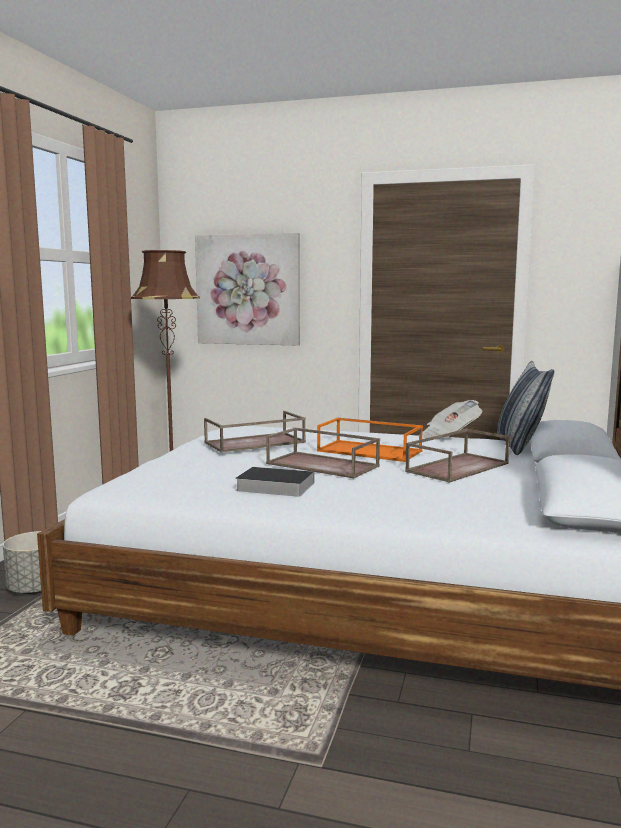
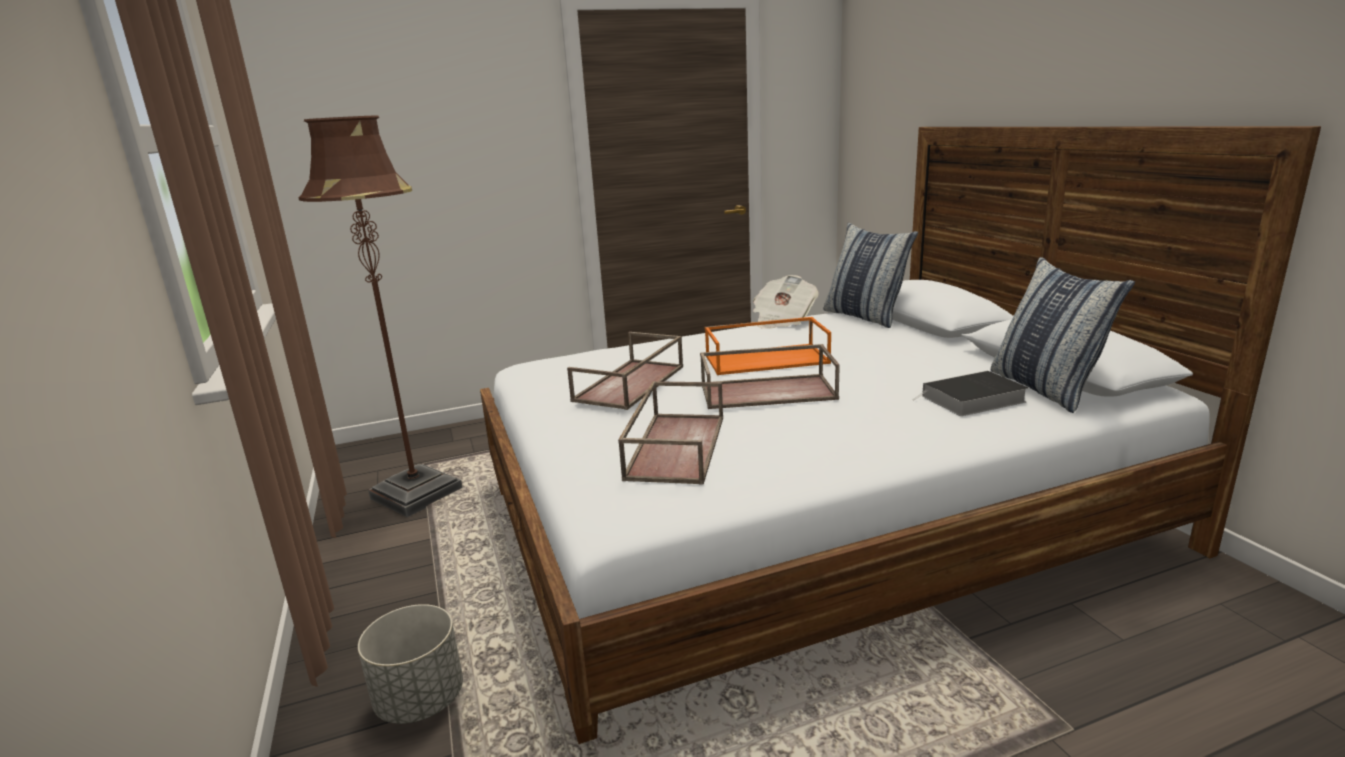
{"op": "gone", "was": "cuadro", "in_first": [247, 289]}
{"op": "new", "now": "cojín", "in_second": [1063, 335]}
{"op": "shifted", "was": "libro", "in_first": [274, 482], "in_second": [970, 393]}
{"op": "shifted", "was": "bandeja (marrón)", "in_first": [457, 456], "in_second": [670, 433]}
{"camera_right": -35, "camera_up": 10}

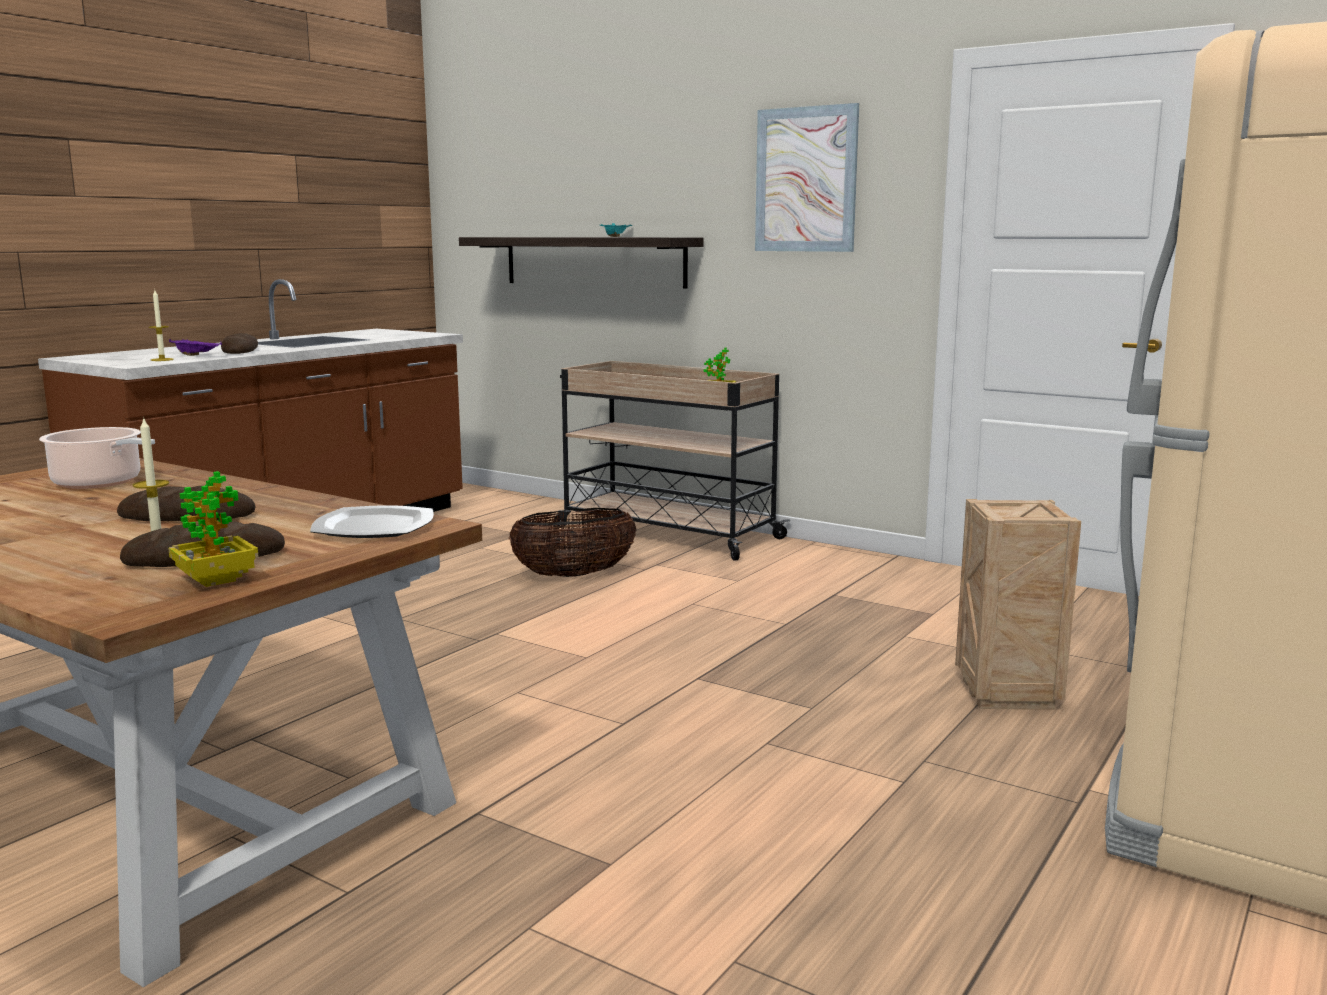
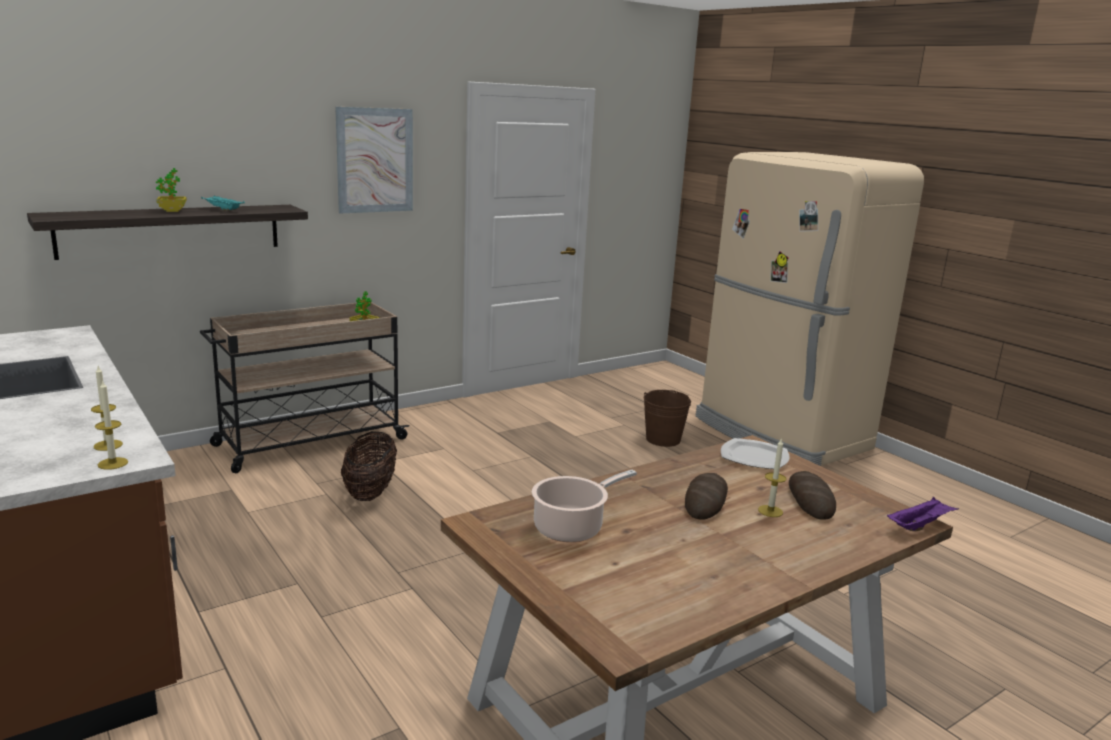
{"op": "gone", "was": "pan", "in_first": [239, 343]}
{"op": "new", "now": "vela", "in_second": [111, 425]}
{"op": "shifted", "was": "planta en maceta", "in_first": [213, 529], "in_second": [171, 190]}
{"op": "shifted", "was": "bandeja (morado)", "in_first": [195, 347], "in_second": [923, 514]}
{"op": "swapped", "was": "caja de embalaje", "now": "cubo (marrón)", "in_first": [1018, 604], "in_second": [667, 418]}
{"camera_right": -70, "camera_up": 5}

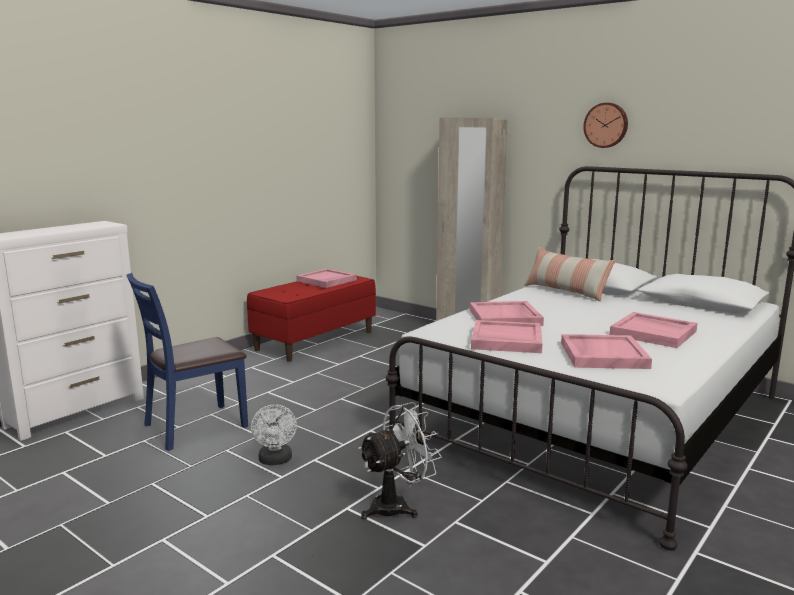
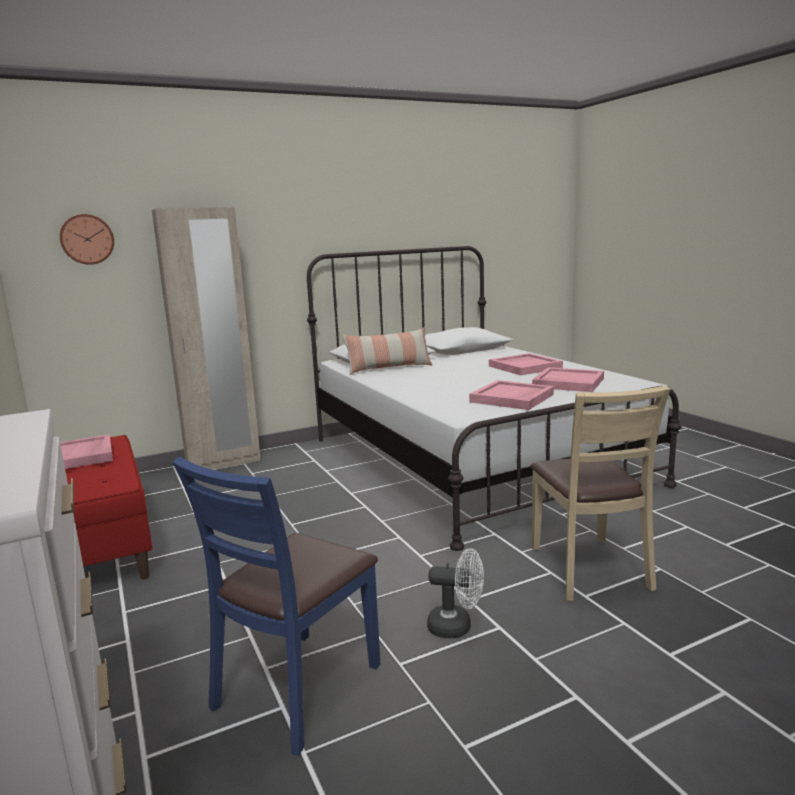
{"op": "gone", "was": "bandeja (rosa)", "in_first": [507, 313]}
{"op": "shifted", "was": "reloj de pared", "in_first": [605, 125], "in_second": [87, 239]}
{"op": "swapped", "was": "ventilador (blanco)", "now": "silla (beis)", "in_first": [400, 460], "in_second": [601, 493]}
{"op": "rotated", "was": "silla (azul)", "in_first": [187, 362], "in_second": [276, 606], "clockwise": 45}
{"camera_right": -65, "camera_up": 0}

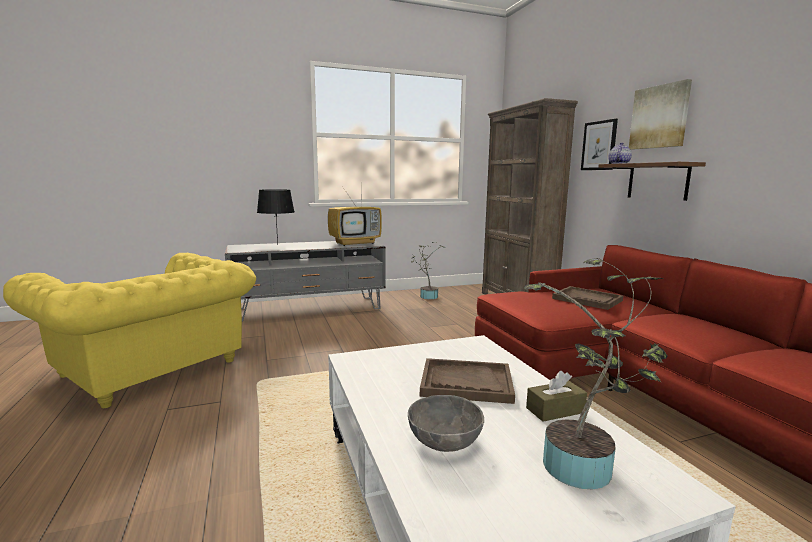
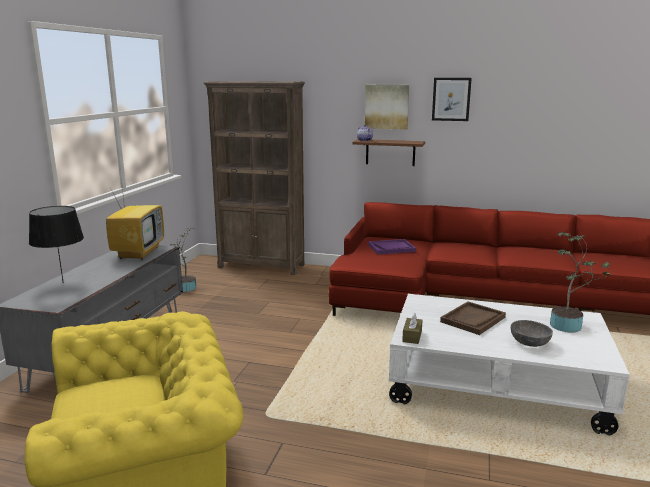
{"op": "shifted", "was": "caja de pañuelos (marrón)", "in_first": [556, 396], "in_second": [412, 328]}
{"op": "shifted", "was": "cuadro", "in_first": [599, 144], "in_second": [452, 99]}
{"op": "repainted", "was": "bandeja (marrón)", "now": "bandeja (morado)", "in_first": [587, 298], "in_second": [392, 247]}
{"camera_right": -55, "camera_up": 5}

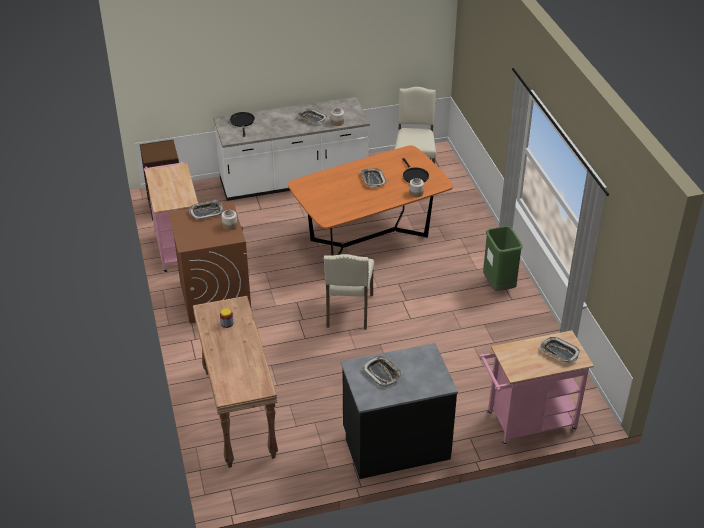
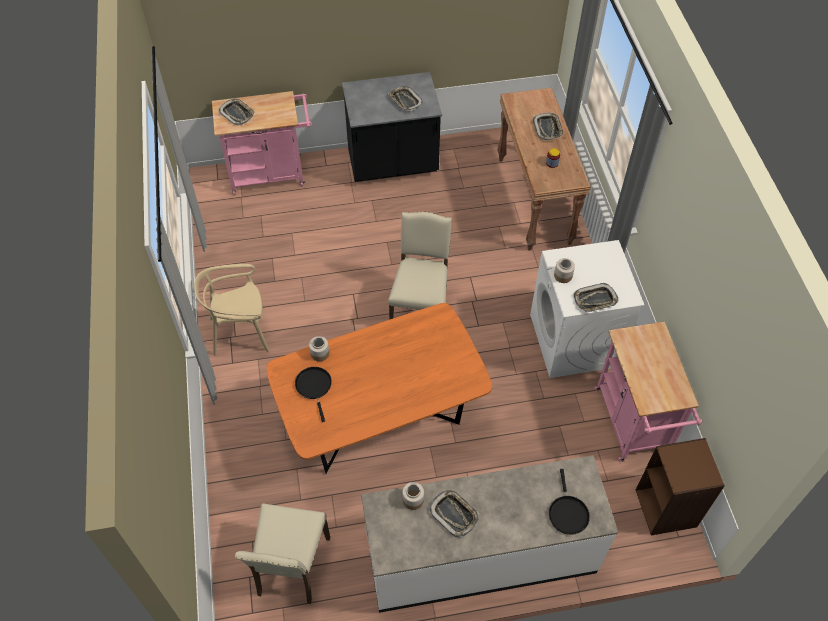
{"op": "shifted", "was": "bandeja", "in_first": [373, 177], "in_second": [548, 126]}
{"op": "swapped", "was": "papelera (verde)", "now": "silla (beis)", "in_first": [503, 258], "in_second": [232, 309]}
{"op": "repainted", "was": "lavadora (marrón)", "now": "lavadora (blanco)", "in_first": [210, 262], "in_second": [587, 309]}
{"camera_right": -175, "camera_up": 15}

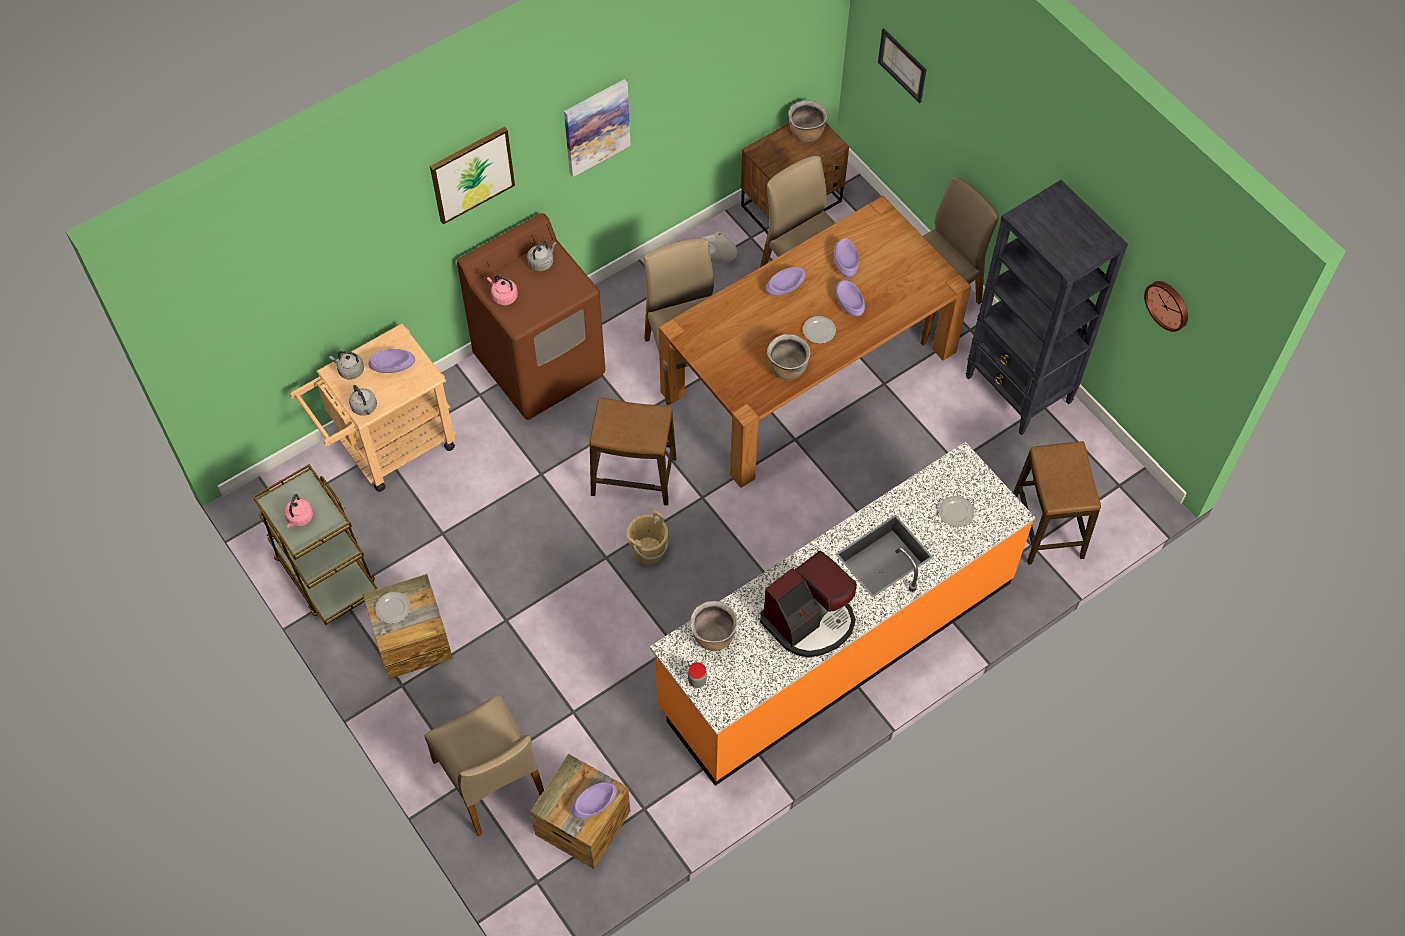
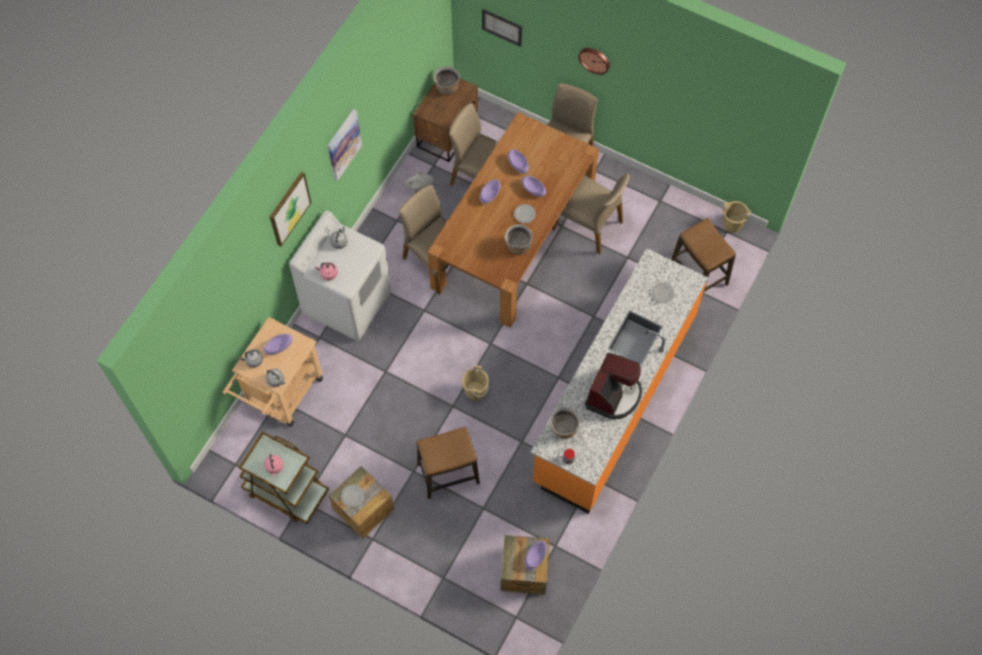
{"op": "gone", "was": "estantería (negro)", "in_first": [1046, 307]}
{"op": "new", "now": "cubo (beis)", "in_second": [737, 217]}
{"op": "shifted", "was": "silla (beis)", "in_first": [484, 765], "in_second": [591, 214]}
{"op": "shifted", "was": "taburete", "in_first": [633, 452], "in_second": [448, 463]}
{"op": "shifted", "was": "reloj de pared", "in_first": [1166, 306], "in_second": [594, 61]}
{"op": "repainted", "was": "lavadora (marrón)", "now": "lavadora (blanco)", "in_first": [531, 316], "in_second": [340, 276]}
{"camera_right": -25, "camera_up": 5}

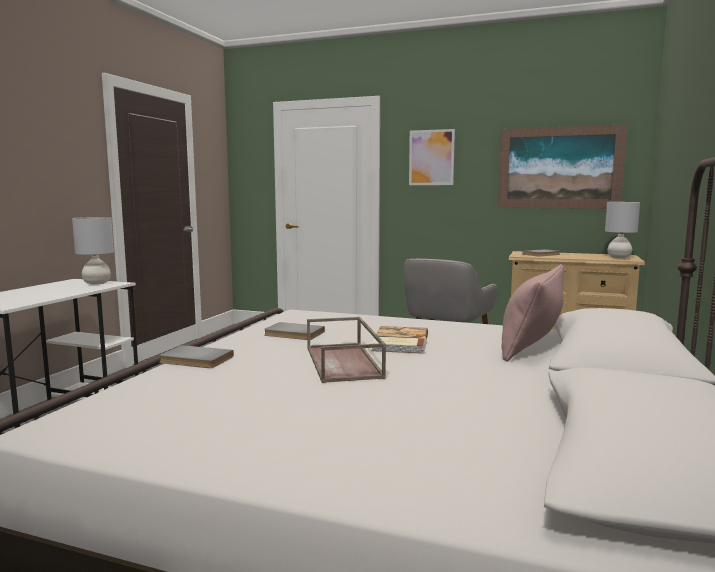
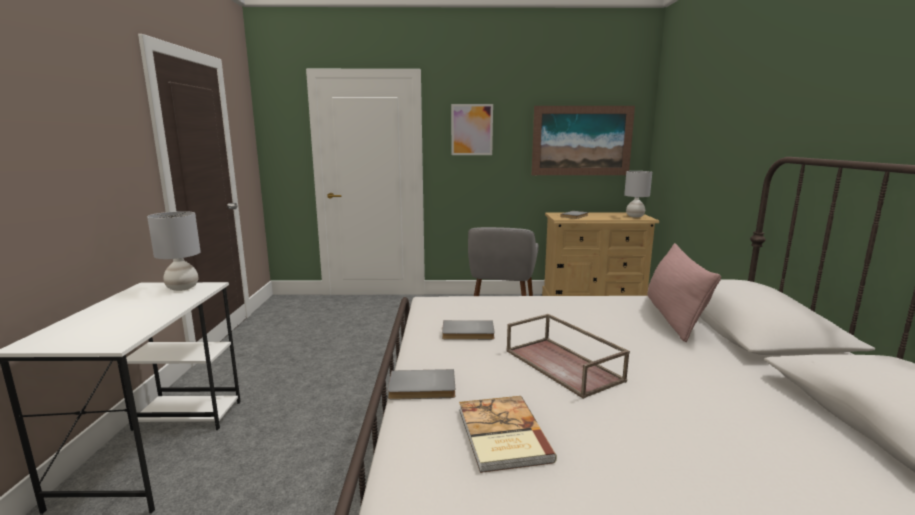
{"op": "shifted", "was": "libro", "in_first": [399, 340], "in_second": [508, 434]}
{"camera_right": -20, "camera_up": 5}

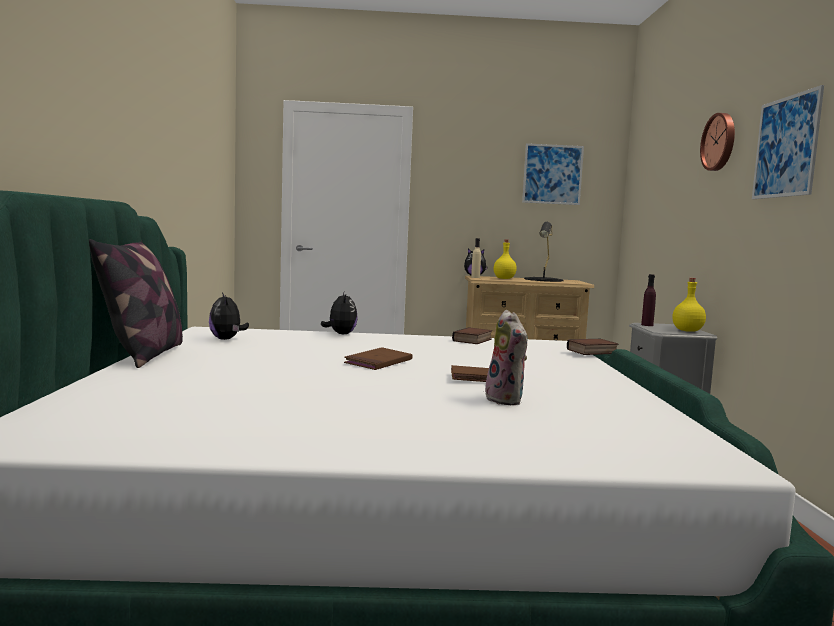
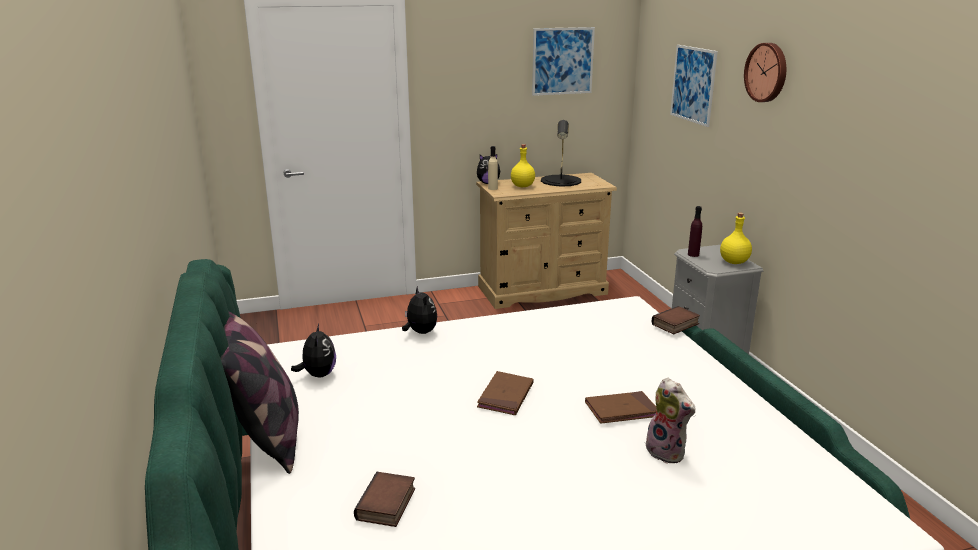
{"op": "shifted", "was": "libro", "in_first": [472, 335], "in_second": [384, 499]}
{"op": "shifted", "was": "cuadro", "in_first": [788, 142], "in_second": [694, 86]}
{"op": "rotated", "was": "peluche", "in_first": [229, 316], "in_second": [313, 351], "clockwise": -150}
{"camera_right": -15, "camera_up": 15}

